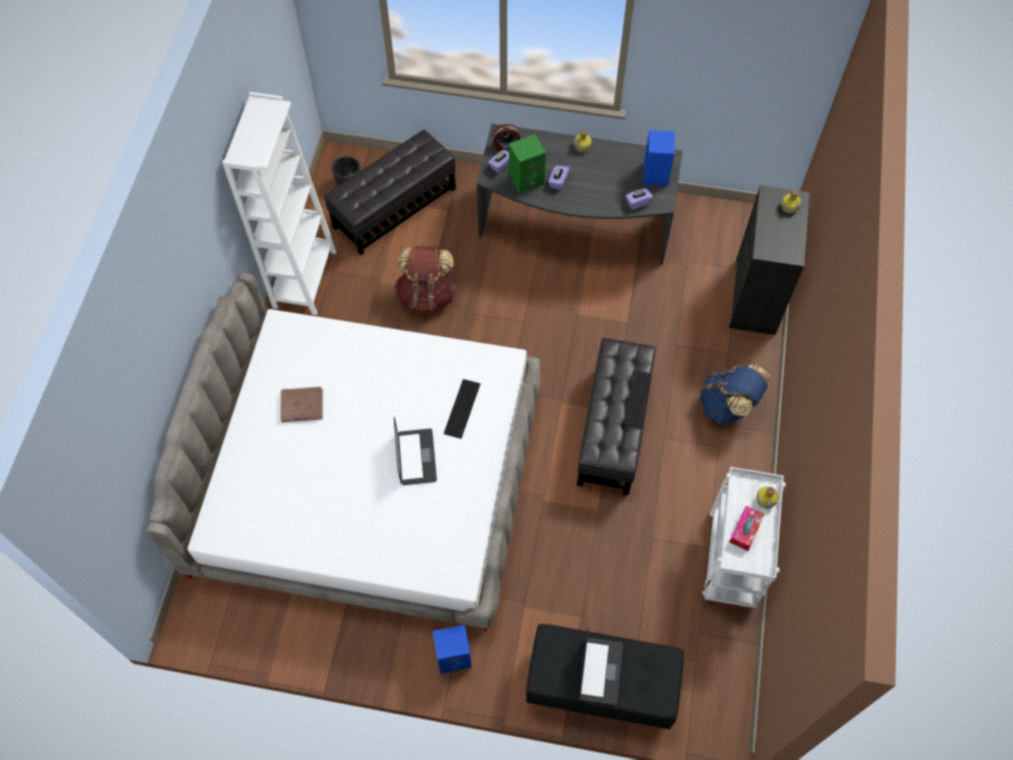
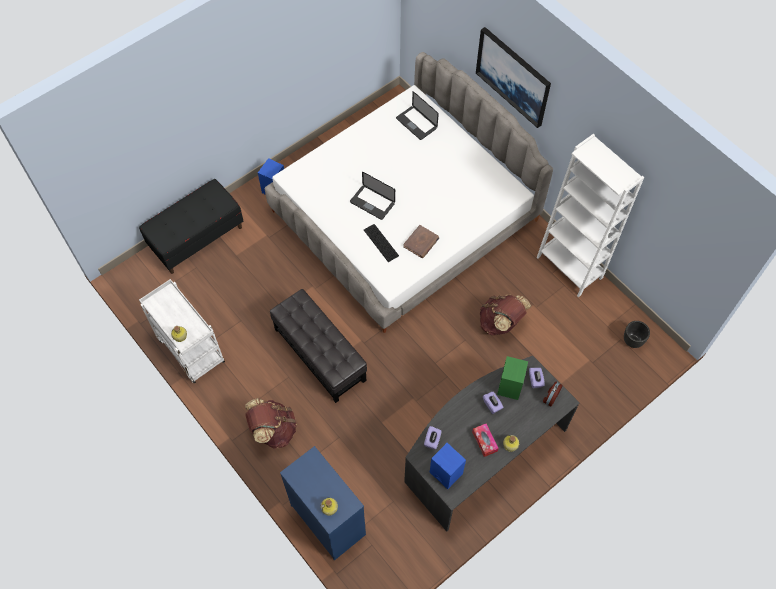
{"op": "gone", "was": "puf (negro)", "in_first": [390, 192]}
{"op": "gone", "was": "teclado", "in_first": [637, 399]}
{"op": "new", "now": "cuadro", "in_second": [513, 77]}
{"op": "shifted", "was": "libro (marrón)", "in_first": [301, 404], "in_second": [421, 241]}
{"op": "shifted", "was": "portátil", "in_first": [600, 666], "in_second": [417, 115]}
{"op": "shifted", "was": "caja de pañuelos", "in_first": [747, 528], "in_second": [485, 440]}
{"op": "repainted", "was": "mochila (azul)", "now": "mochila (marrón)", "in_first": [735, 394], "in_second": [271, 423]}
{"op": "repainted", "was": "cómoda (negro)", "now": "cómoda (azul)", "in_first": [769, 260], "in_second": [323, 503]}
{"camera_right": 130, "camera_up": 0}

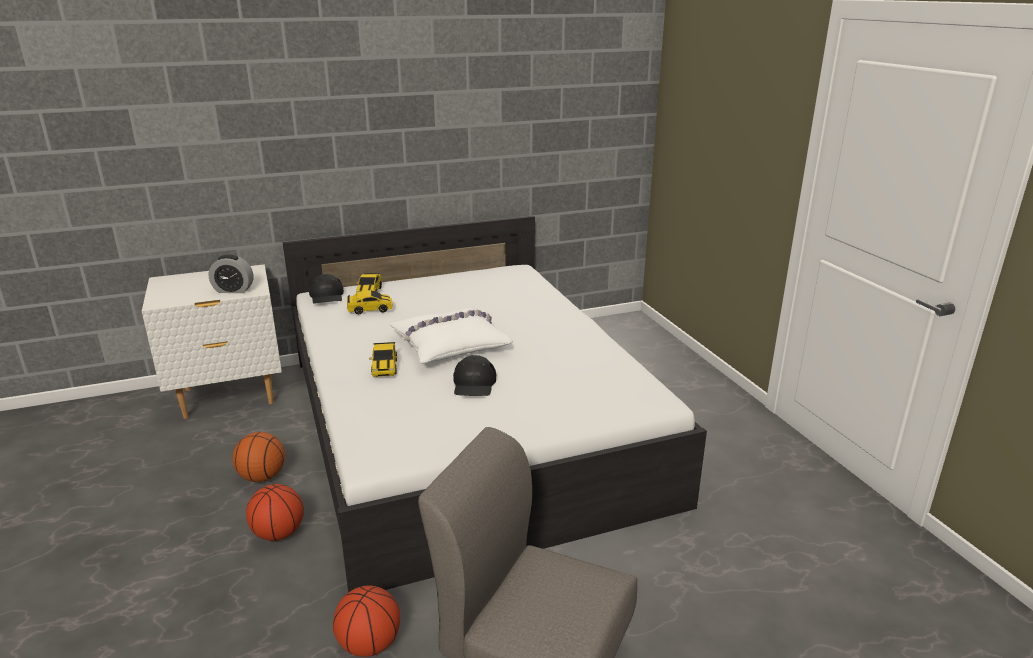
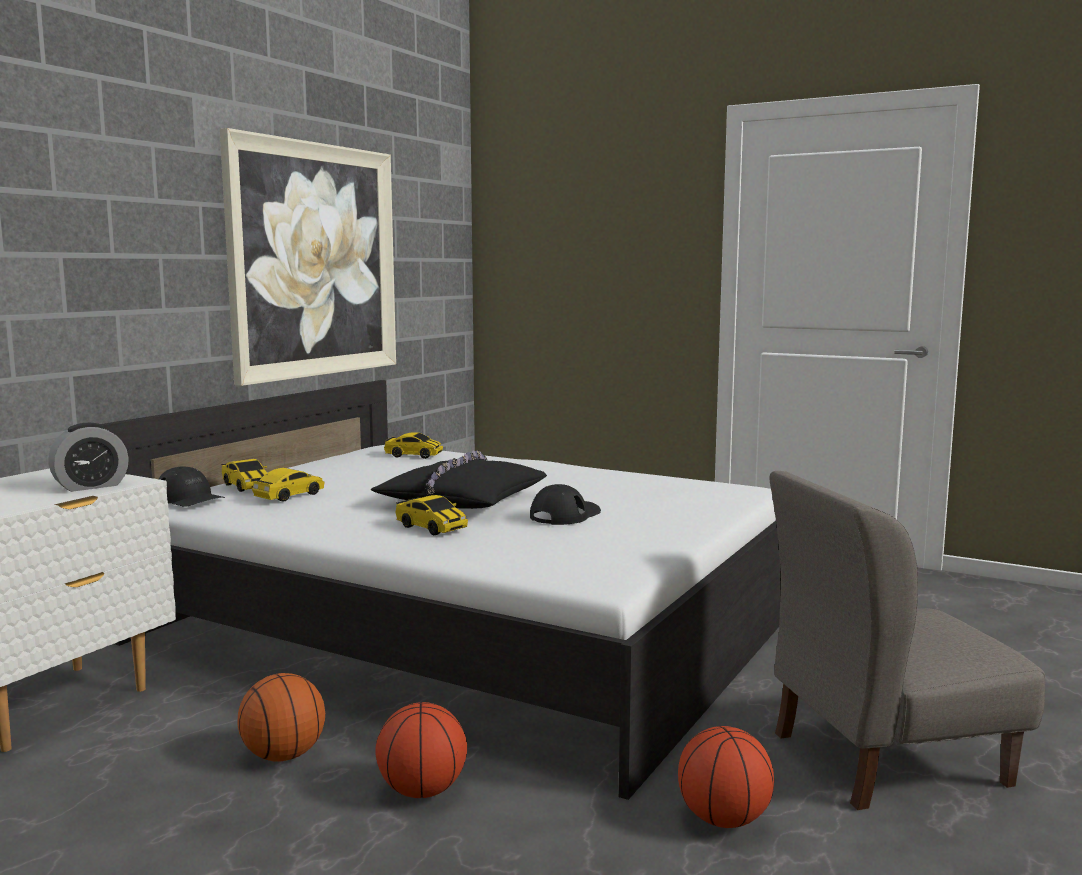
{"op": "new", "now": "cuadro", "in_second": [308, 257]}
{"op": "new", "now": "coche de juguete", "in_second": [413, 445]}
{"op": "repainted", "was": "cojín (blanco)", "now": "cojín (negro)", "in_first": [451, 335], "in_second": [458, 479]}
{"op": "rotated", "was": "gorra (negro)", "in_first": [474, 375], "in_second": [565, 504], "clockwise": -105}
{"camera_right": -40, "camera_up": -15}

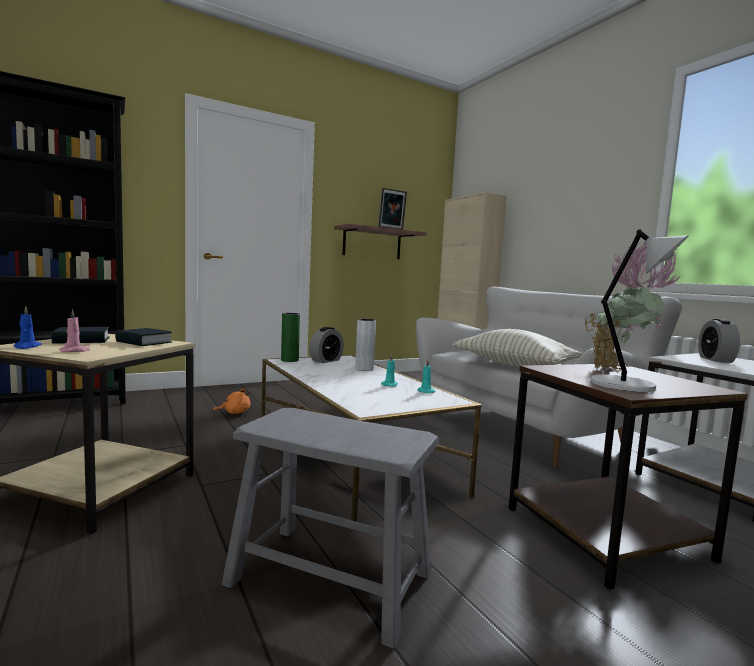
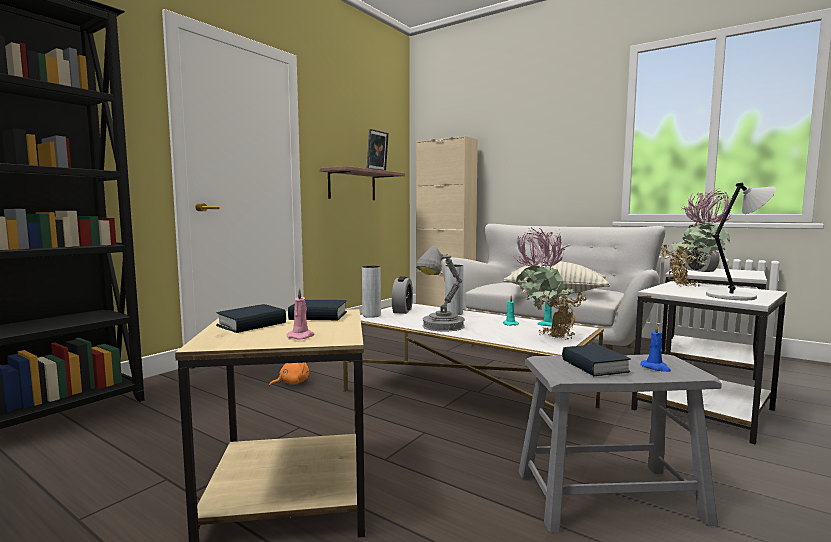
{"op": "new", "now": "lámpara de mesa (gris)", "in_second": [440, 289]}
{"op": "new", "now": "planta en maceta", "in_second": [551, 283]}
{"op": "new", "now": "libro", "in_second": [596, 360]}
{"op": "shifted", "was": "vela (azul)", "in_first": [28, 327], "in_second": [655, 347]}
{"op": "repainted", "was": "florero (verde)", "now": "florero (gris)", "in_first": [290, 337], "in_second": [371, 292]}
{"op": "repainted", "was": "mesa auxiliar (marrón)", "now": "mesa auxiliar (blanco)", "in_first": [628, 477], "in_second": [709, 362]}
{"camera_right": -25, "camera_up": 0}

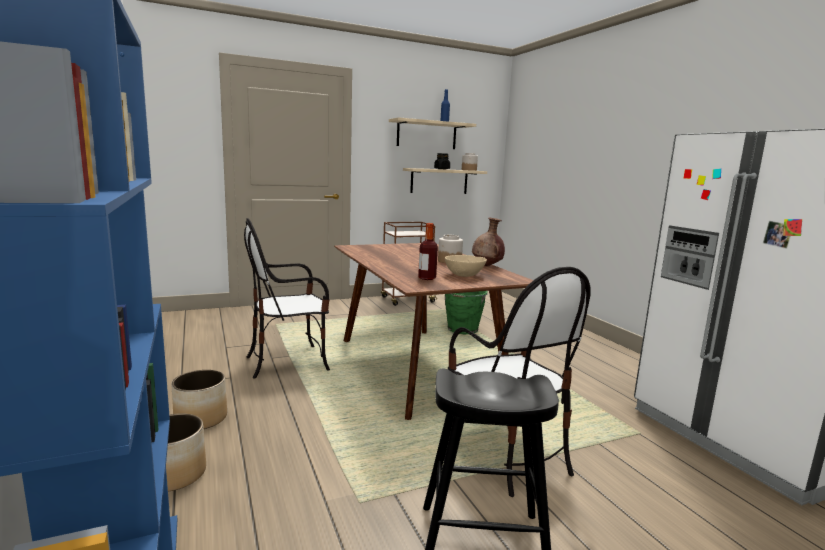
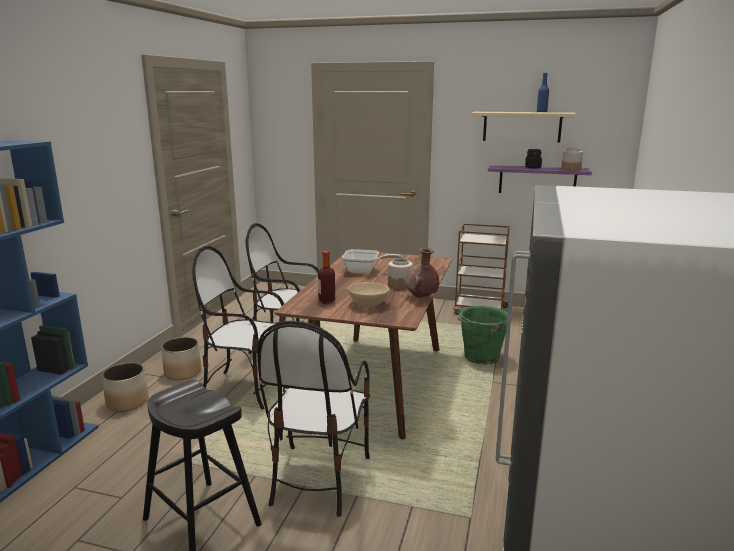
{"op": "new", "now": "silla", "in_second": [239, 327]}
{"op": "new", "now": "sartén", "in_second": [372, 261]}
{"op": "repainted", "was": "estante (beis)", "now": "estante (morado)", "in_first": [445, 181], "in_second": [540, 179]}
{"camera_right": 40, "camera_up": 5}

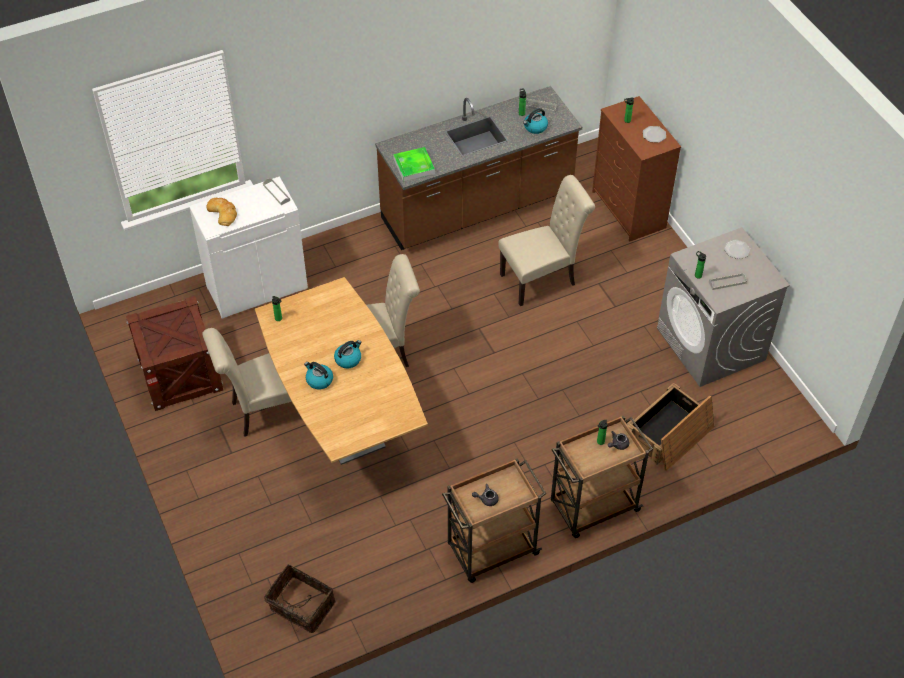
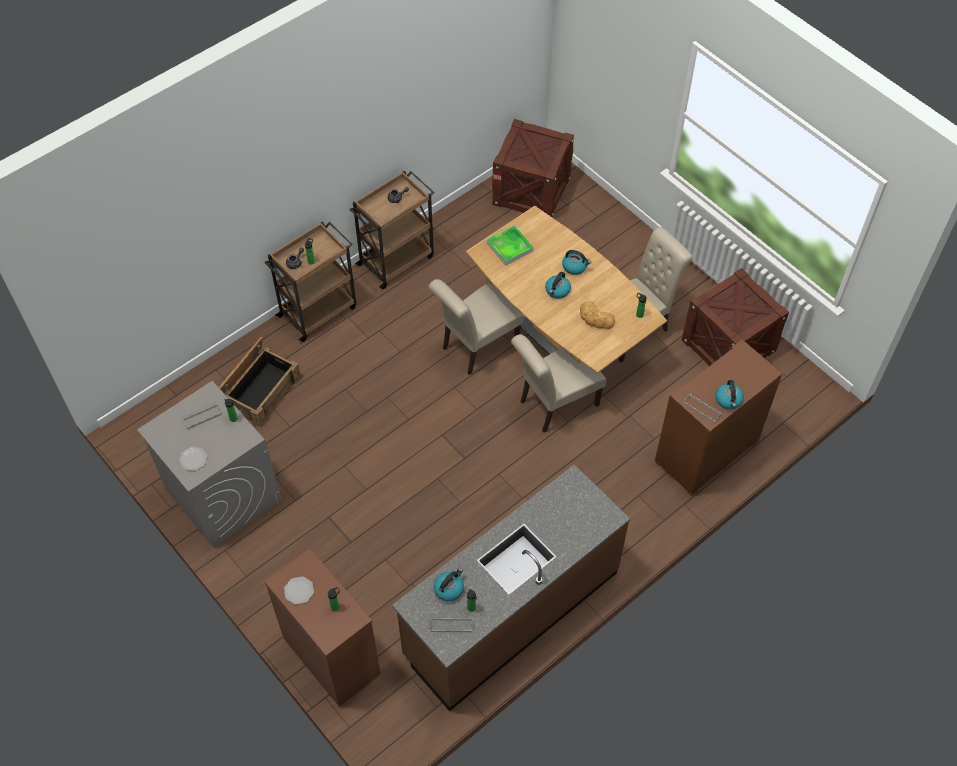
{"op": "new", "now": "hervidor", "in_second": [730, 395]}
{"op": "shifted", "was": "pan", "in_first": [221, 212], "in_second": [597, 315]}
{"op": "shifted", "was": "bandeja", "in_first": [414, 164], "in_second": [510, 245]}
{"op": "shifted", "was": "silla (beis)", "in_first": [546, 240], "in_second": [476, 327]}
{"op": "swapped", "was": "cesta", "now": "caja de embalaje", "in_first": [300, 599], "in_second": [533, 168]}
{"op": "repainted", "was": "armario (blanco)", "now": "armario (marrón)", "in_first": [248, 247], "in_second": [719, 418]}
{"camera_right": 165, "camera_up": 5}

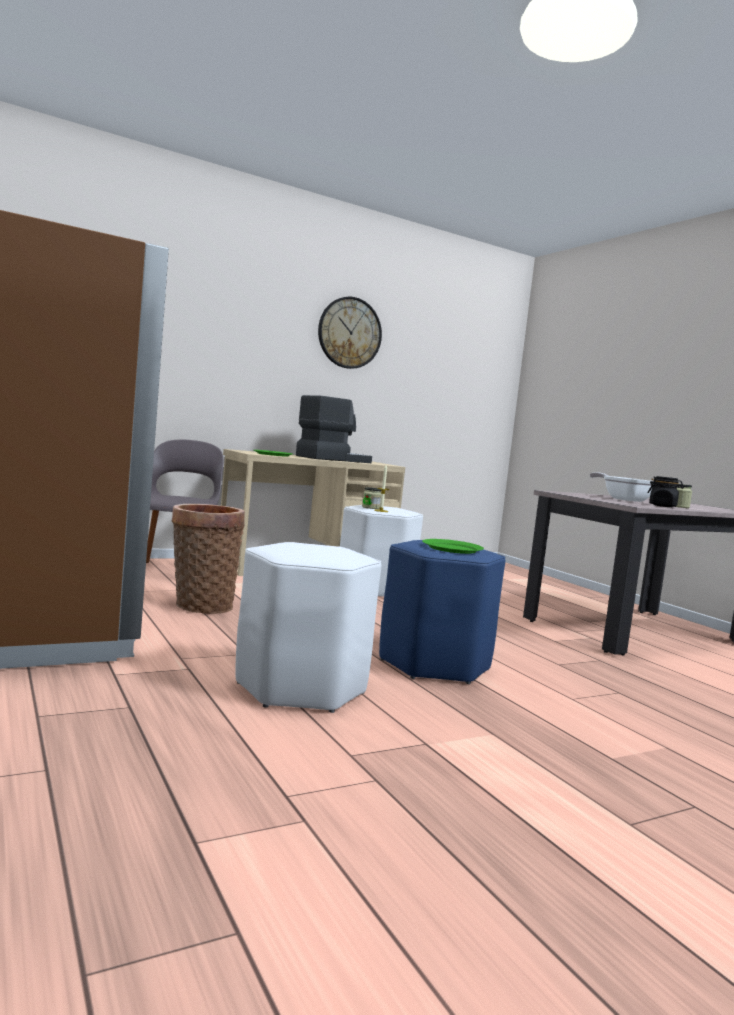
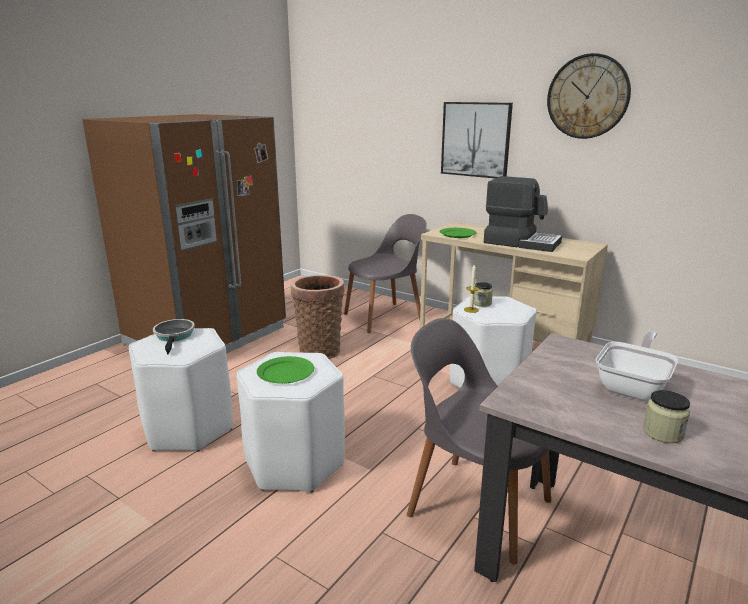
{"op": "gone", "was": "tarro (negro)", "in_first": [665, 491]}
{"op": "new", "now": "sartén", "in_second": [174, 337]}
{"op": "new", "now": "silla (gris)", "in_second": [479, 441]}
{"op": "new", "now": "cuadro", "in_second": [477, 140]}
{"op": "repainted", "was": "taburete (azul)", "now": "taburete (blanco)", "in_first": [442, 612], "in_second": [291, 422]}
{"camera_right": 65, "camera_up": 15}

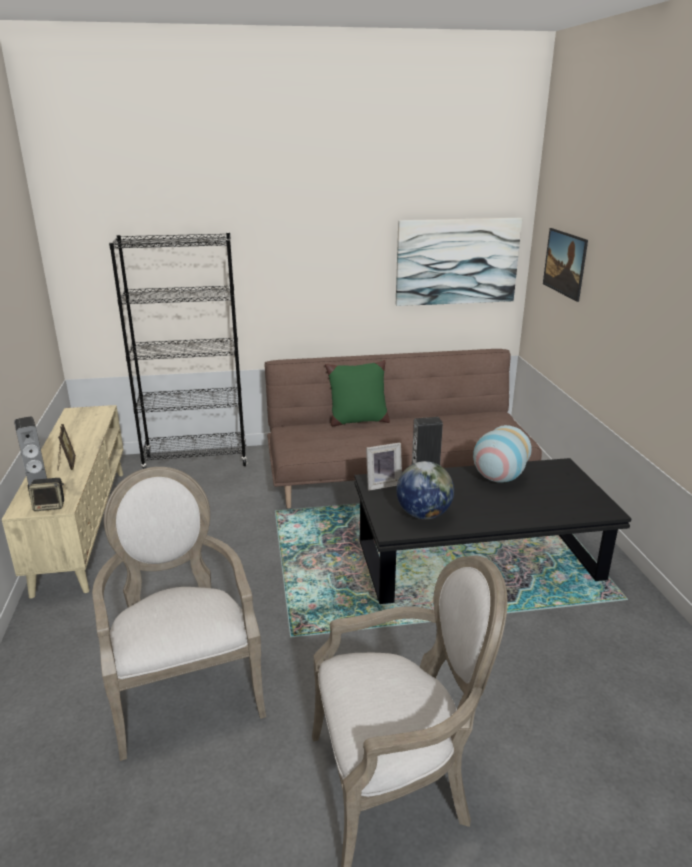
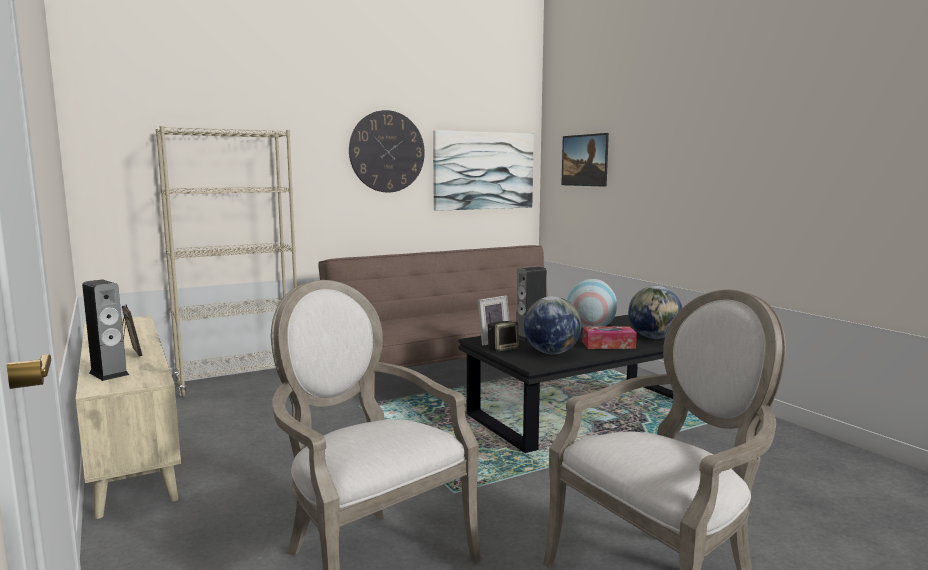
{"op": "gone", "was": "cojín (verde)", "in_first": [357, 393]}
{"op": "new", "now": "reloj de pared", "in_second": [387, 151]}
{"op": "new", "now": "caja de pañuelos", "in_second": [609, 337]}
{"op": "new", "now": "globo terráqueo", "in_second": [655, 312]}
{"op": "shifted", "was": "altavoz", "in_first": [46, 494], "in_second": [503, 336]}
{"op": "repainted", "was": "estantería (negro)", "now": "estantería (beis)", "in_first": [178, 350], "in_second": [226, 262]}
{"camera_right": -20, "camera_up": -15}

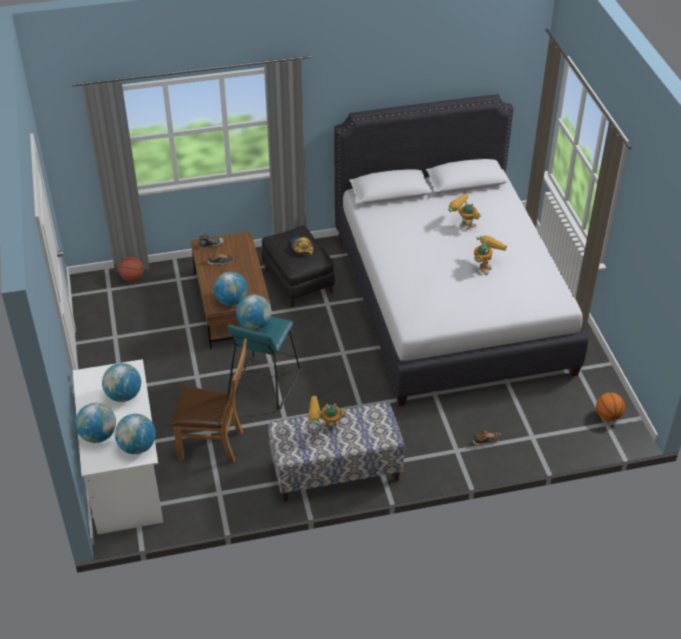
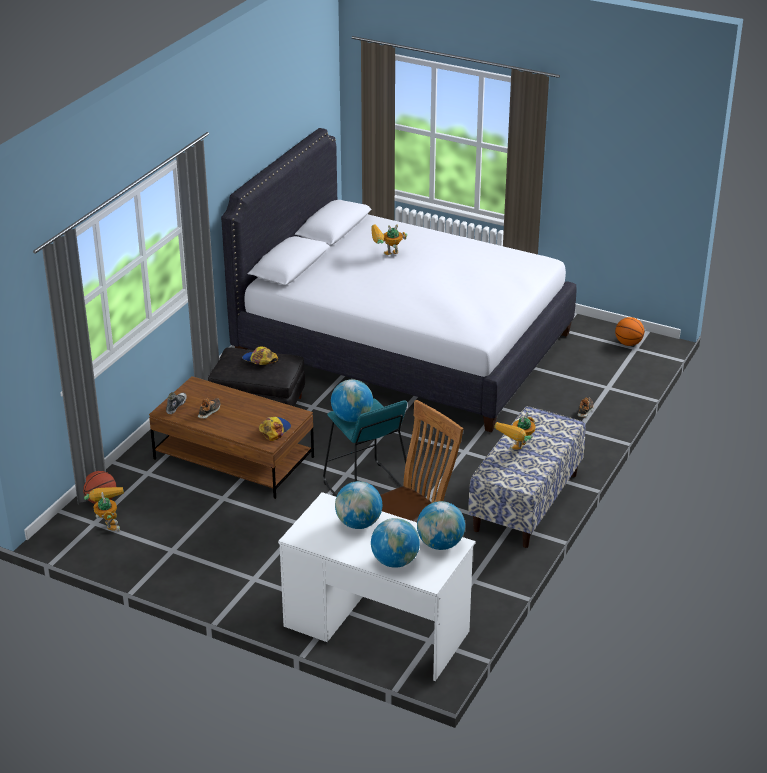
{"op": "shifted", "was": "robot de juguete", "in_first": [490, 255], "in_second": [104, 509]}
{"op": "swapped", "was": "globo terráqueo", "now": "gorra", "in_first": [231, 289], "in_second": [275, 429]}
{"camera_right": -50, "camera_up": -10}

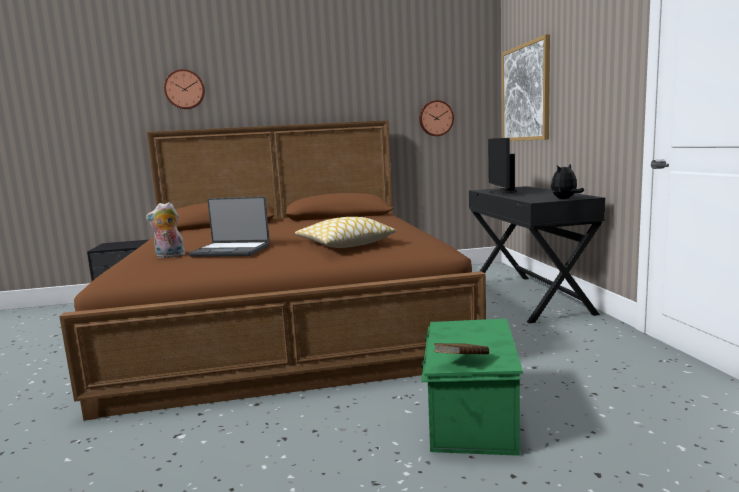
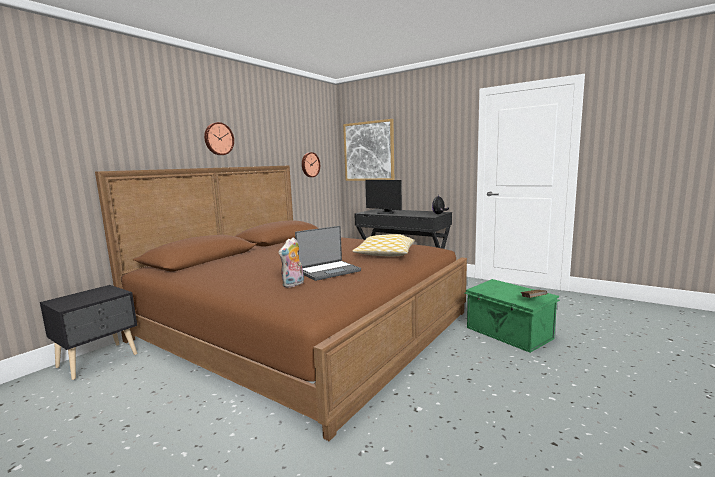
{"op": "shifted", "was": "reloj de pared", "in_first": [184, 89], "in_second": [219, 138]}
{"camera_right": -45, "camera_up": 0}

